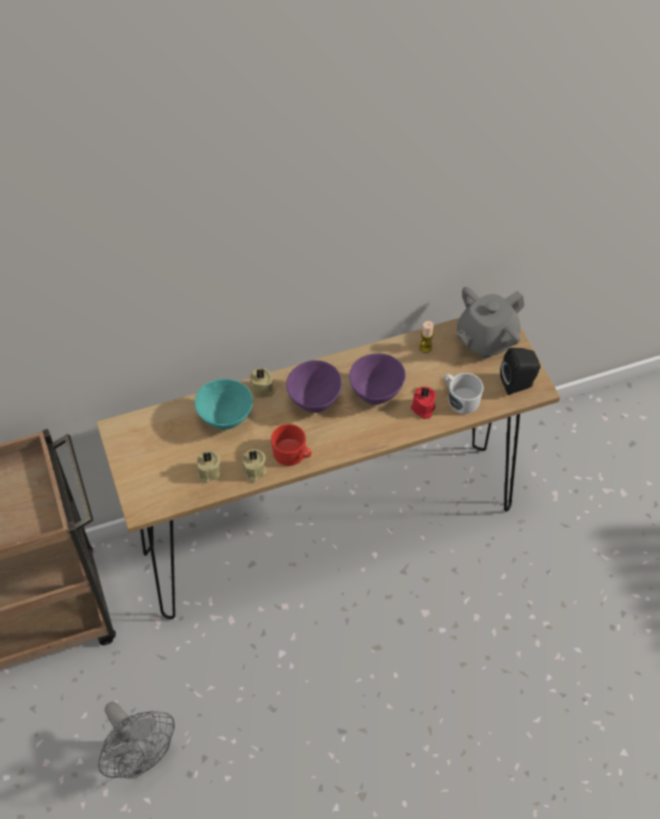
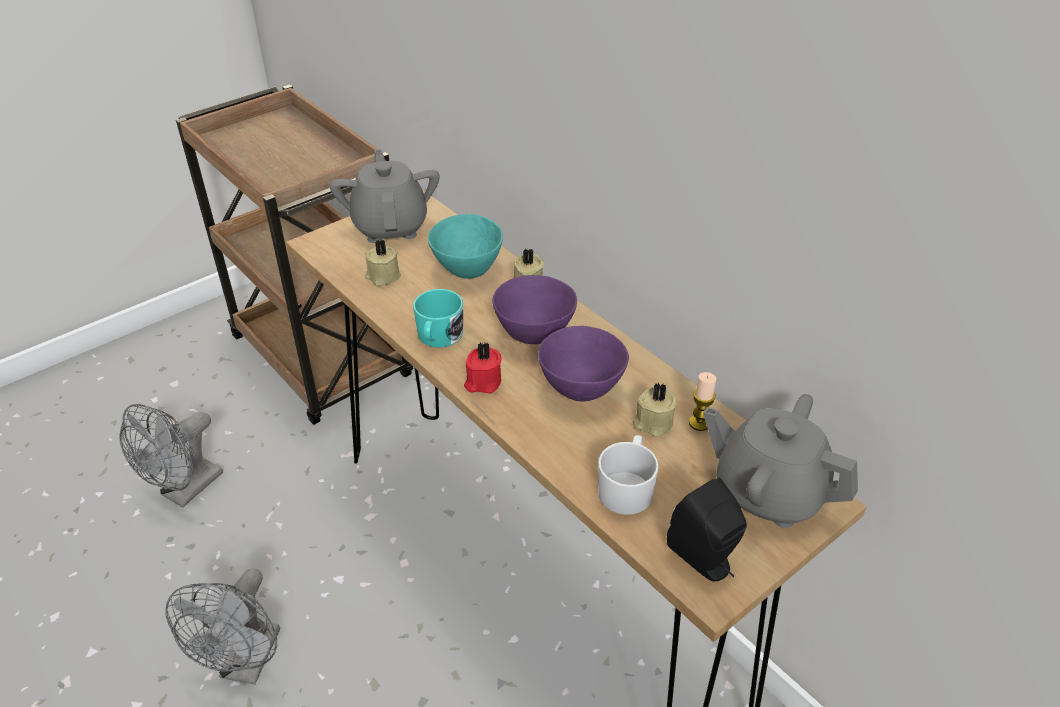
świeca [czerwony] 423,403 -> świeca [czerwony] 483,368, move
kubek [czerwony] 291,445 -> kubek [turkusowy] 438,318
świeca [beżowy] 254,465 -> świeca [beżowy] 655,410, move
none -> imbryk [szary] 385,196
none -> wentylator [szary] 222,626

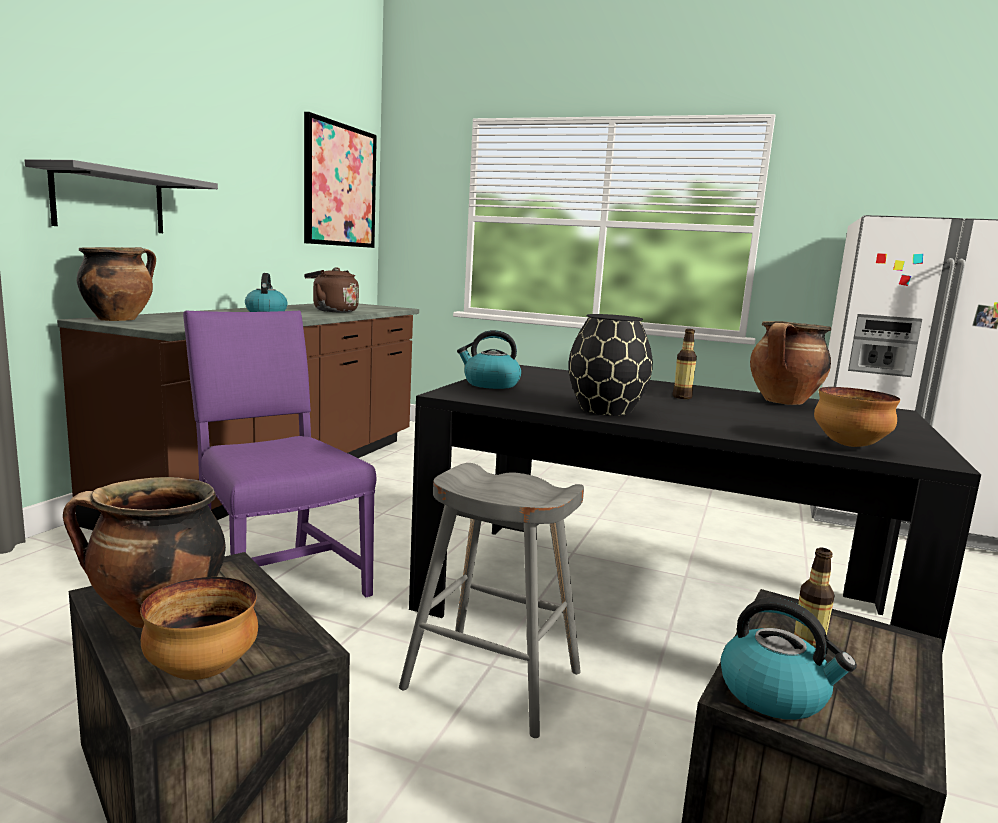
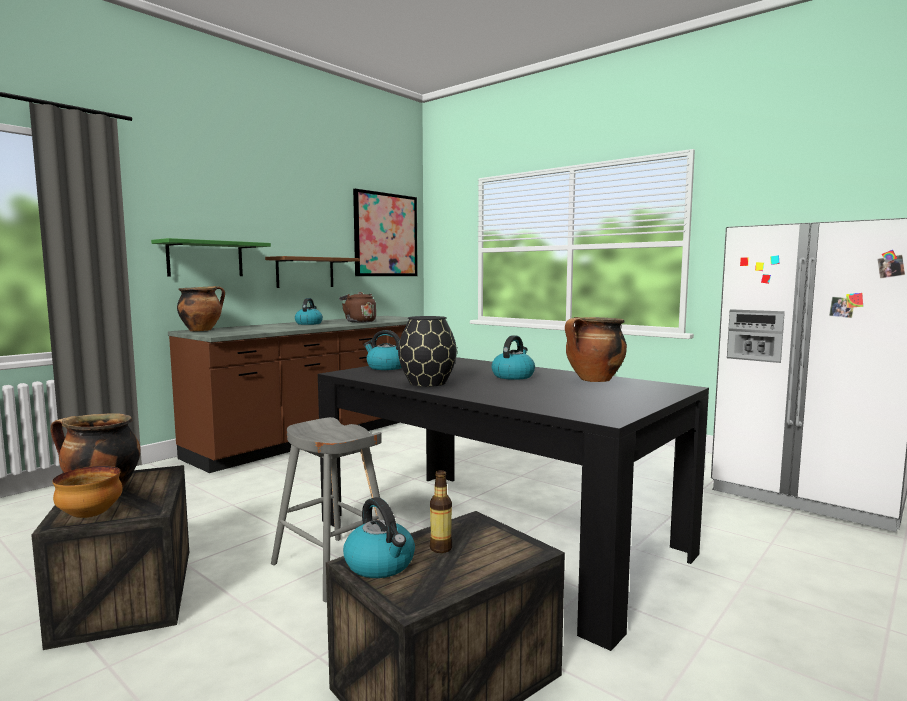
półka [szary] 121,196 -> półka [zielony] 211,257
krzesło [fioletowy] 279,454 -> none
butelka 685,364 -> czajnik 513,357
miska 857,417 -> none
none -> półka [brązowy] 312,272

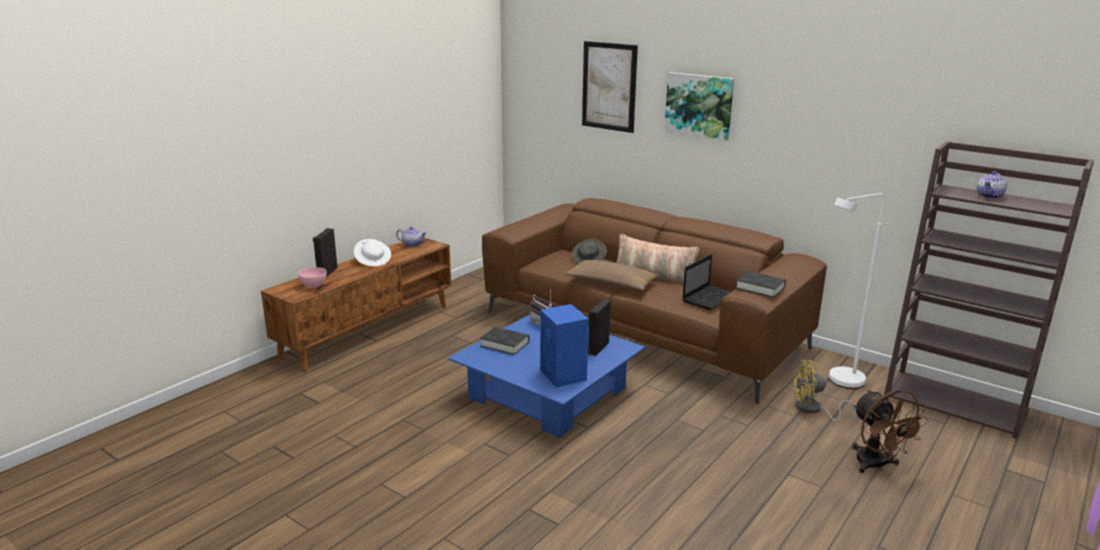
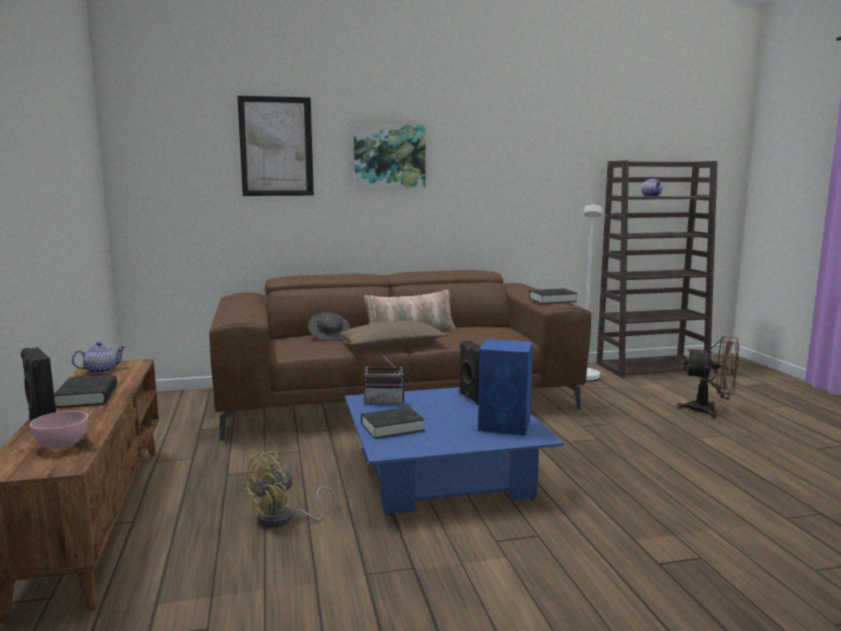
kapelusz [biały] 372,253 -> książka [czarny] 85,391
laptop 707,282 -> none
wentylator [żółty] 824,391 -> wentylator [żółty] 290,489, move

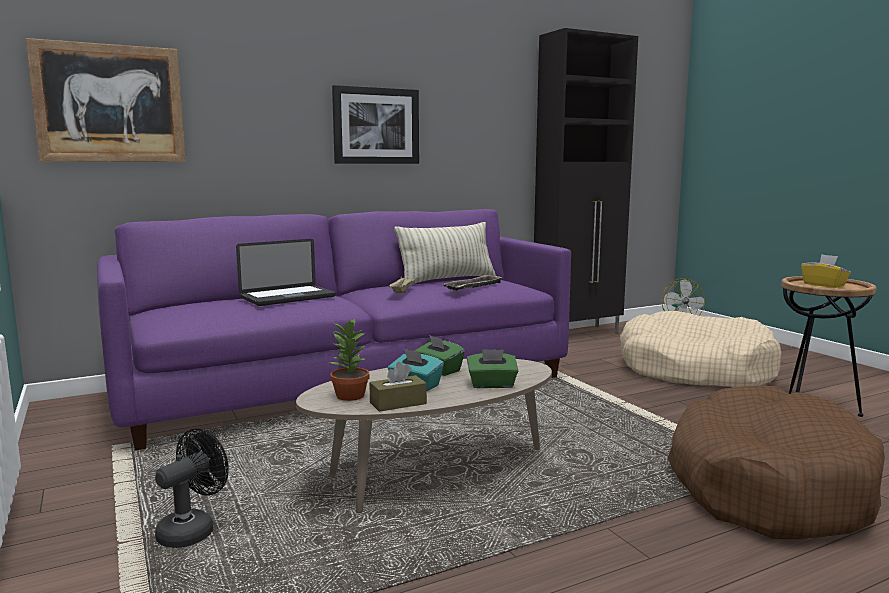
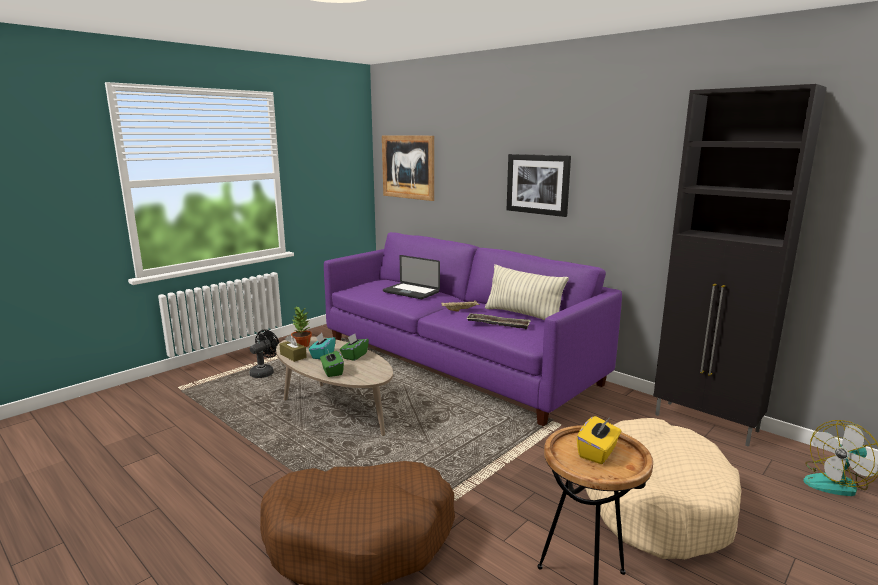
wentylator [czarny] 191,488 -> wentylator [czarny] 264,354, 75 degrees counterclockwise

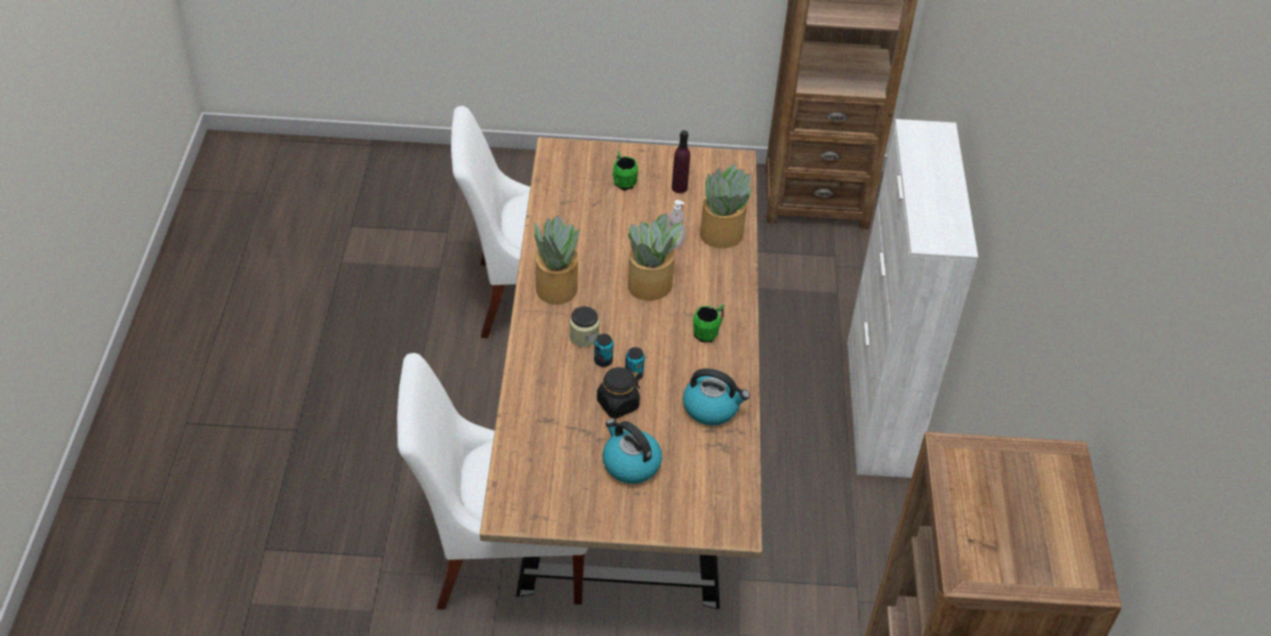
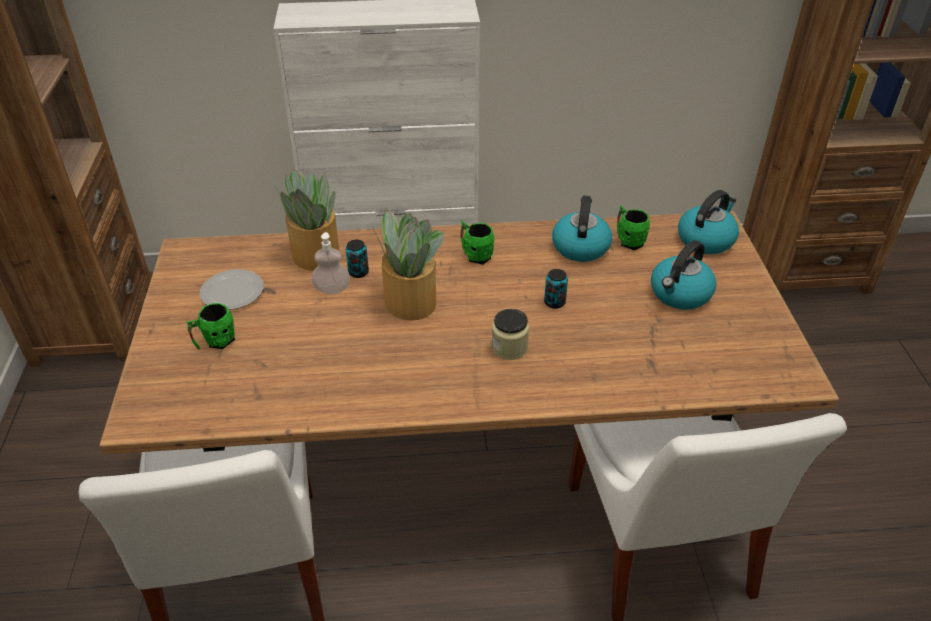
butelka [fioletowy] 681,161 -> talerz 232,289
roślina doniczkowa 557,260 -> none
puszka 604,350 -> puszka 357,258, move
słoik [czarny] 618,393 -> none
none -> czajnik 708,222
none -> kubek [zielony] 633,228

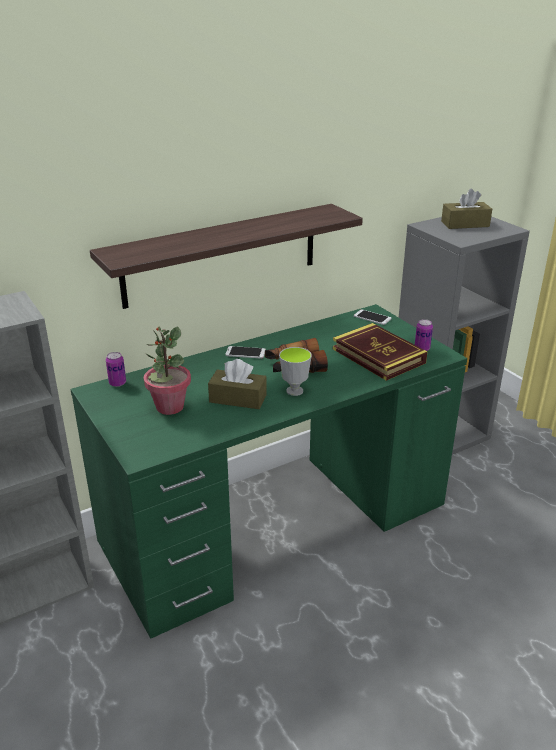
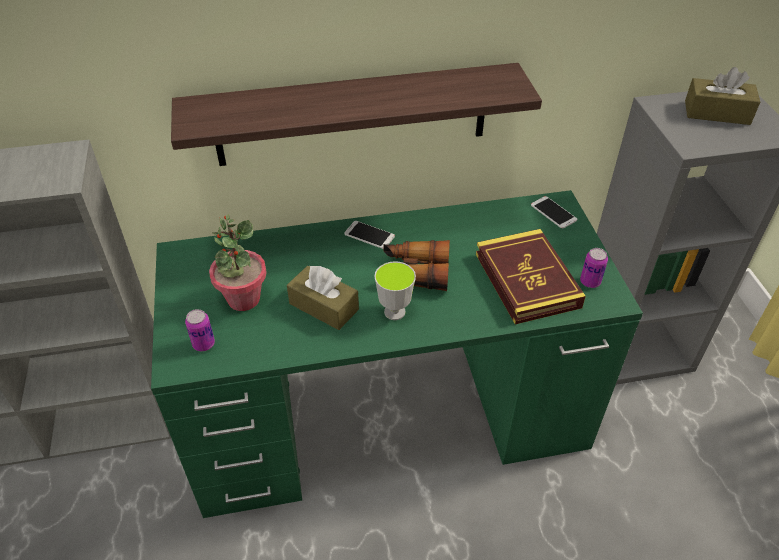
puszka 116,369 -> puszka 200,330, move

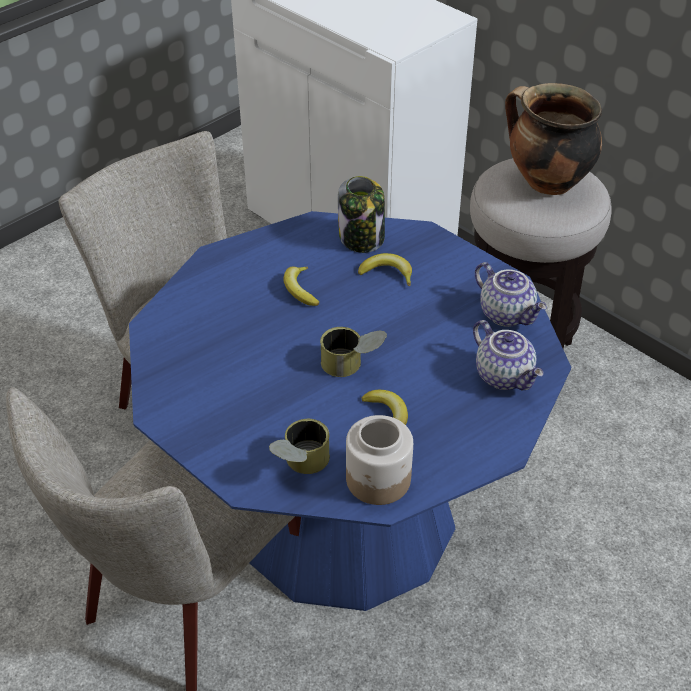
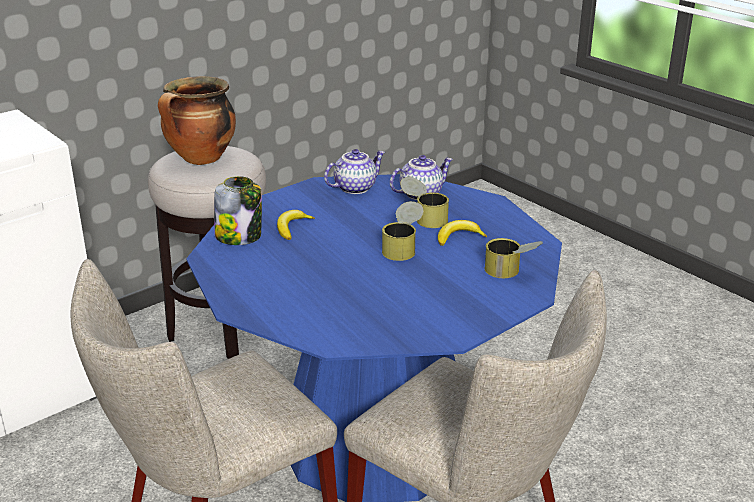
banan 301,286 -> none
słoik 379,460 -> none
none -> puszka 424,202

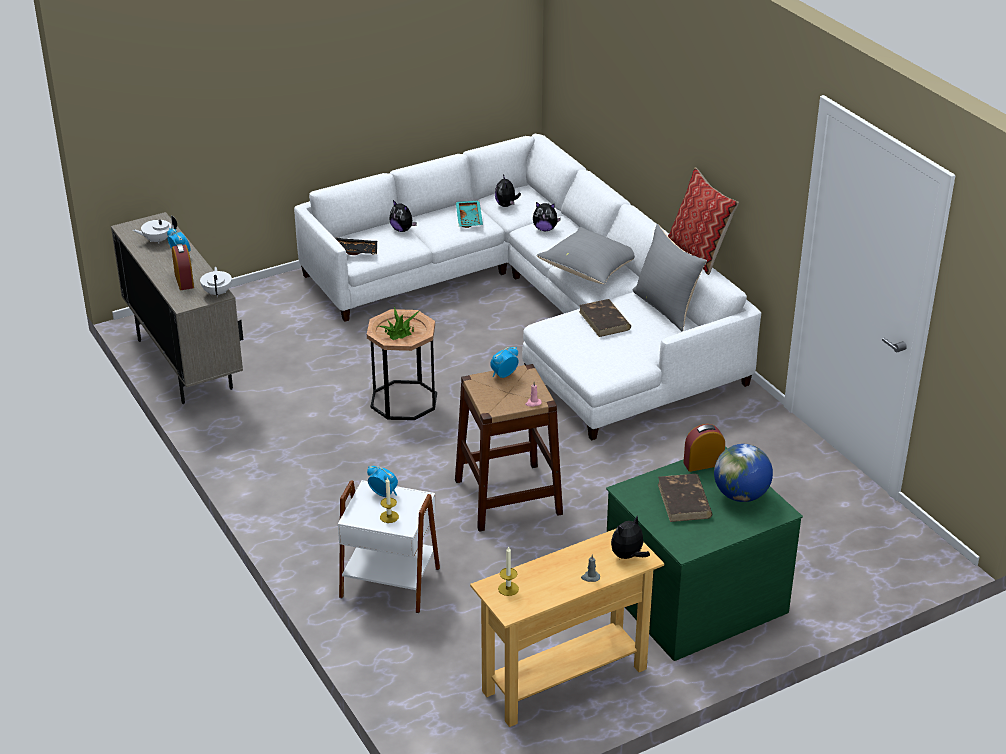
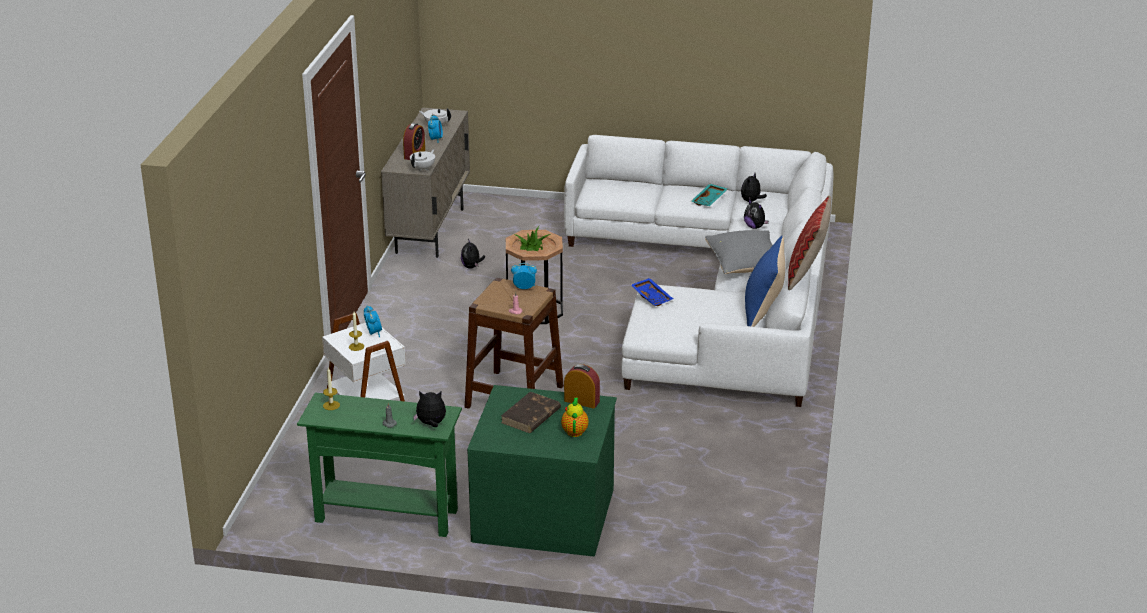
pluszak 403,216 -> pluszak 473,253, move
poduszka [szary] 670,277 -> poduszka [niebieski] 765,281
taca [czarny] 356,246 -> none
książka [brązowy] 605,318 -> none
globus 743,473 -> imbryk 575,417
stolik konsolowy [beżowy] 567,628 -> stolik konsolowy [zielony] 379,464
none -> taca [niebieski] 652,292

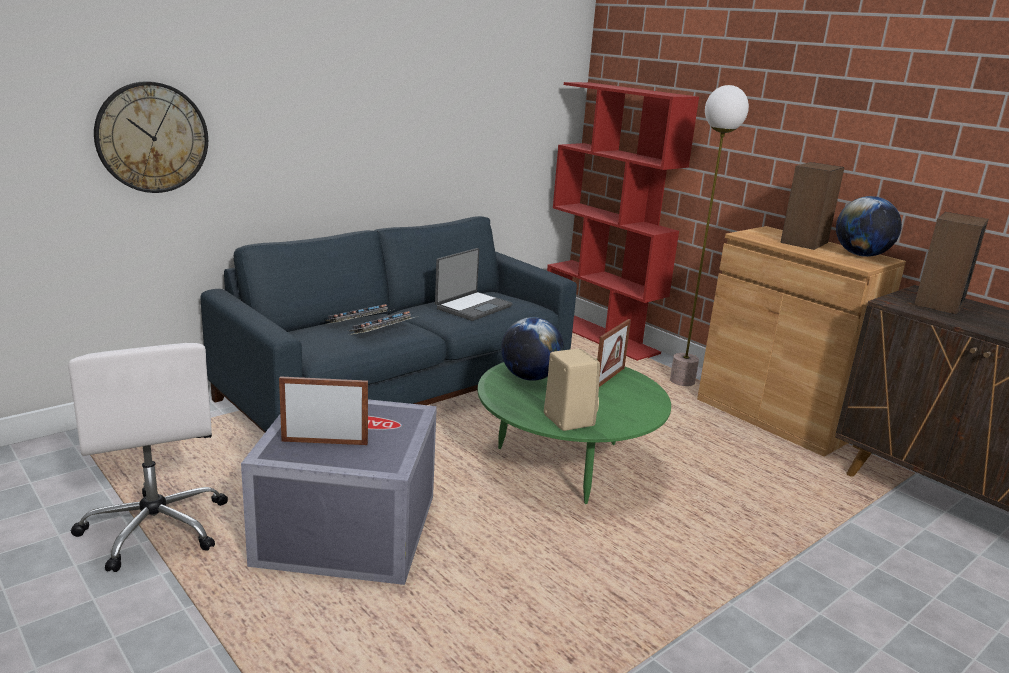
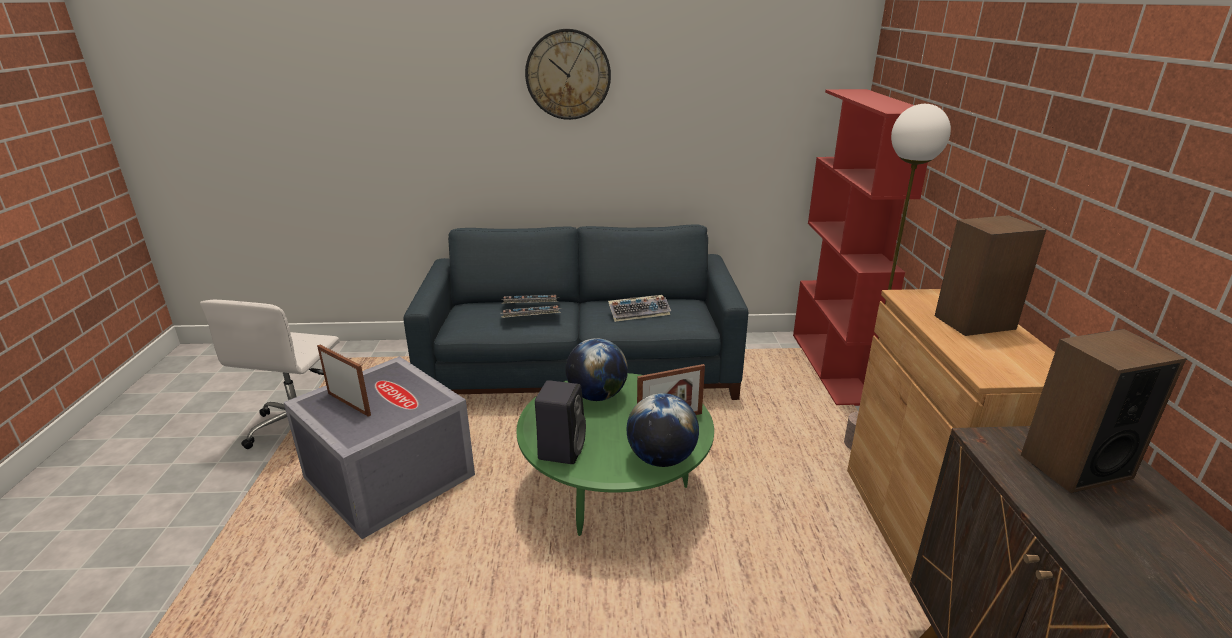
zegar ścienny 151,137 -> zegar ścienny 568,74, move
globus 869,226 -> globus 662,430, move
laptop 473,284 -> klawiatura 639,308
głośnik [beżowy] 572,389 -> głośnik [czarny] 560,422

